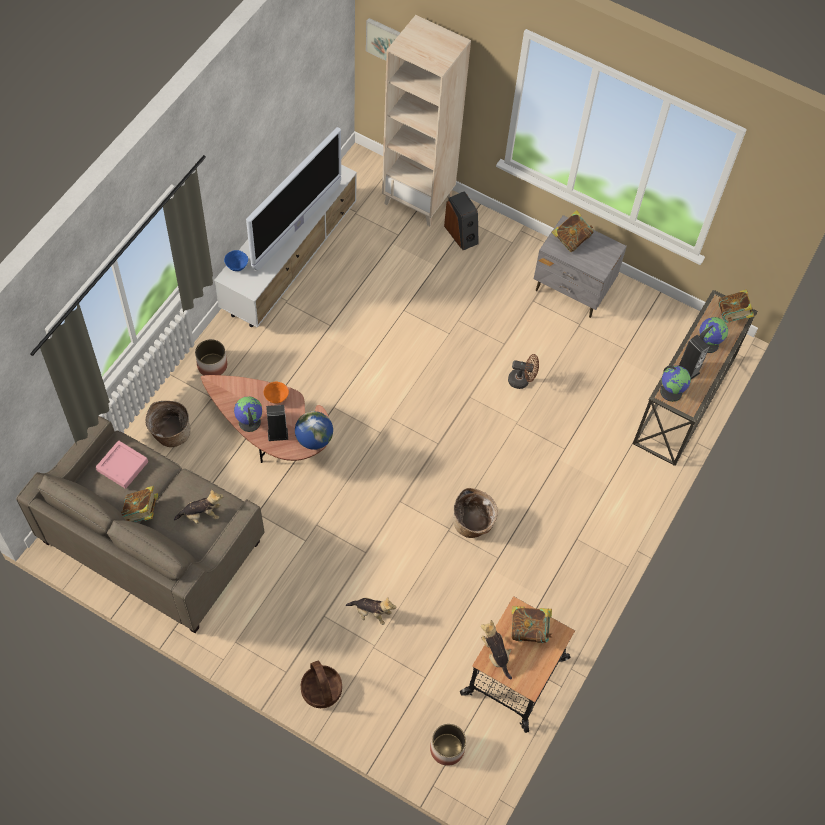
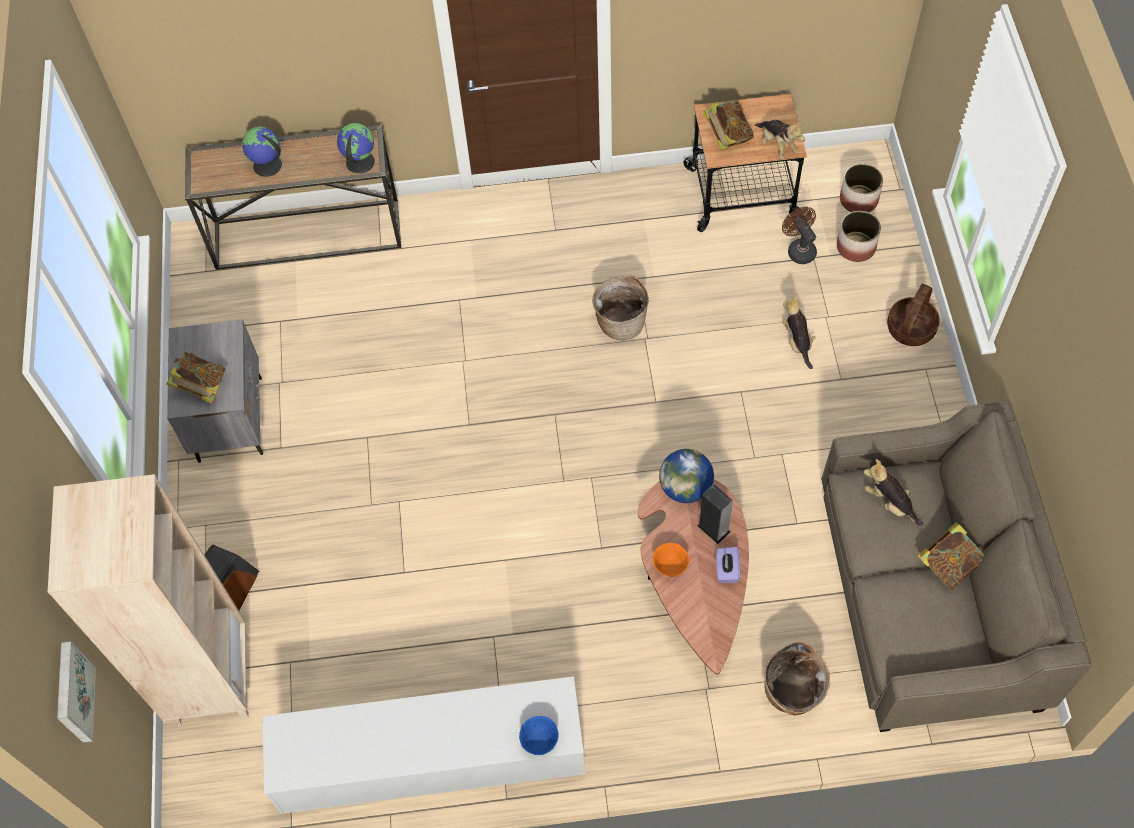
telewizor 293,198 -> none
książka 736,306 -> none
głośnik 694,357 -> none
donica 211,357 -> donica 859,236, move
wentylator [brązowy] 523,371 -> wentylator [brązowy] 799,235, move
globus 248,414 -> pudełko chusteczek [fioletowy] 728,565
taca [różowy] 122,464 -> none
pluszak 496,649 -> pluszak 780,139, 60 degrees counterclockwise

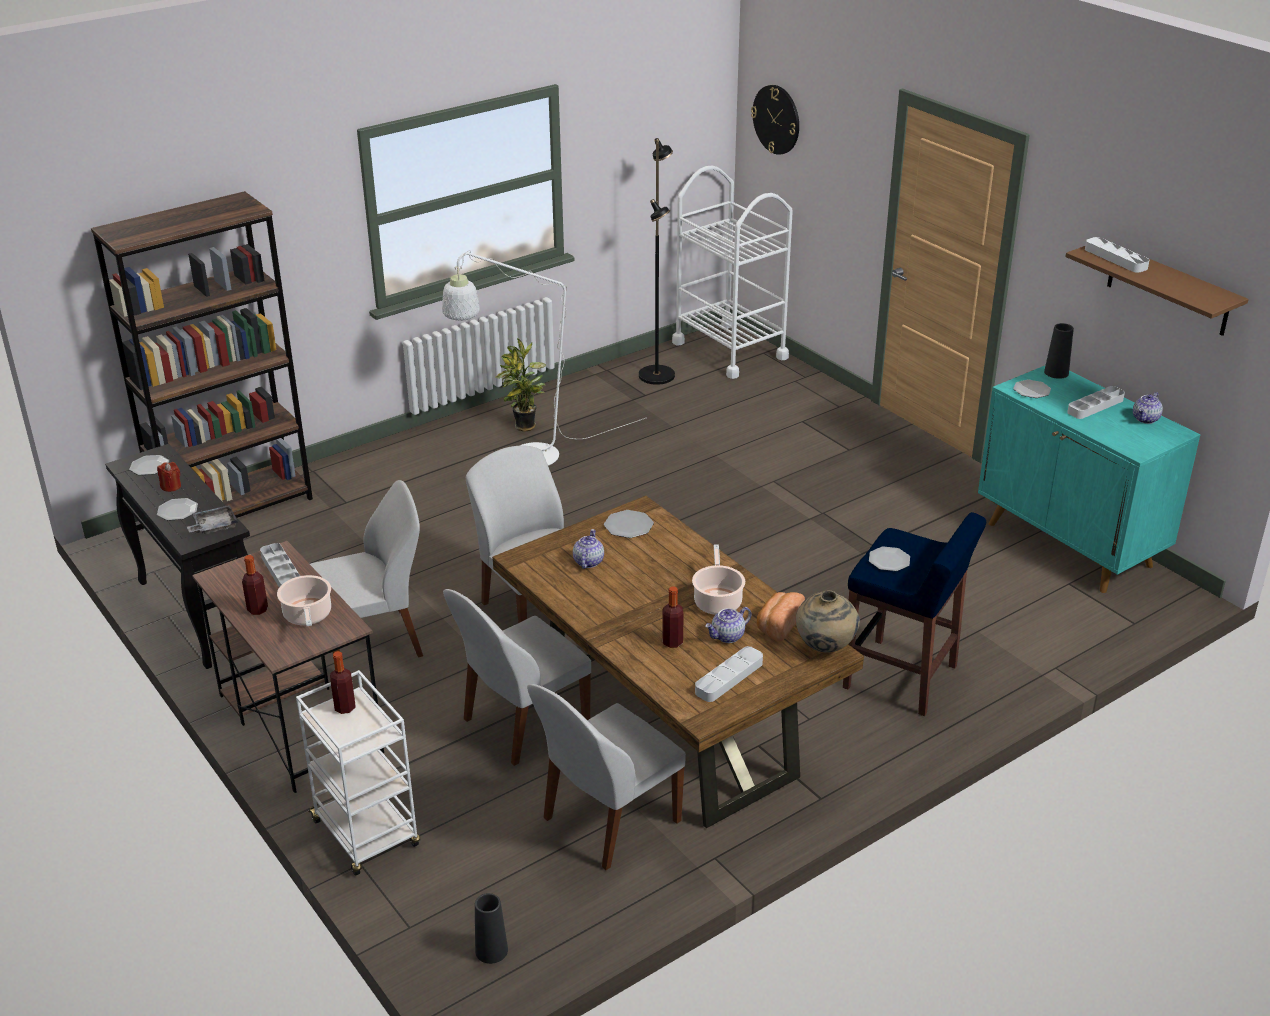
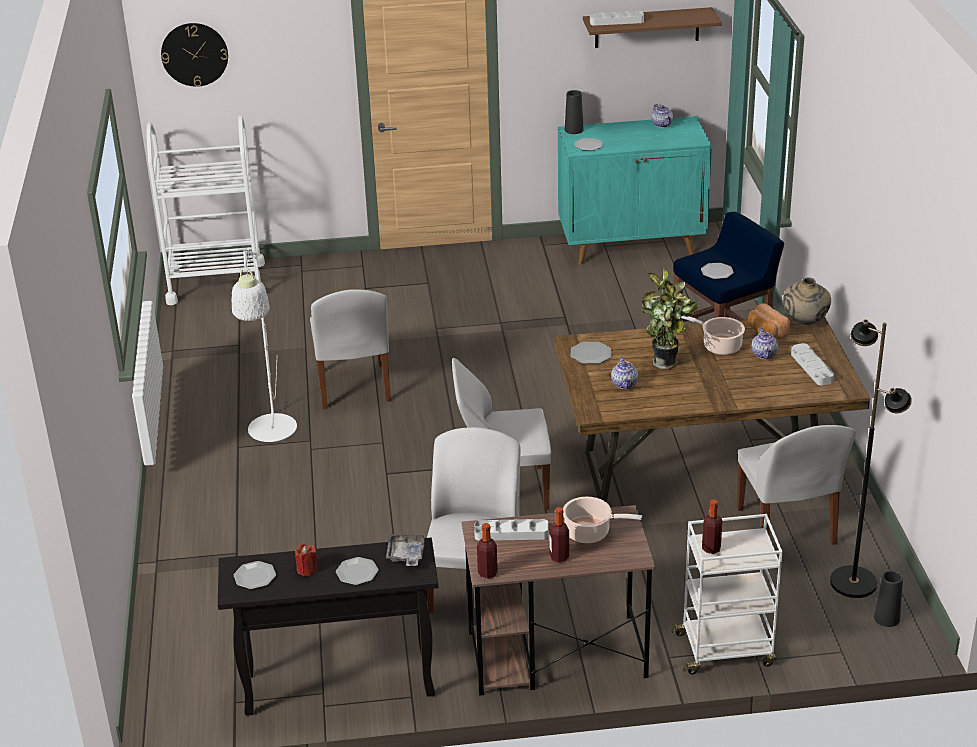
lampa stojąca [czarny] 657,261 -> lampa stojąca [czarny] 871,458, move
regał [brązowy] 202,354 -> none
roślina doniczkowa 521,385 -> roślina doniczkowa 670,319, move
taca [szary] 1096,402 -> none
imbryk 588,549 -> imbryk 624,373, 135 degrees counterclockwise
butelka 673,617 -> butelka 487,551, move
krzesło [biały] 517,677 -> krzesło [biały] 350,349, move

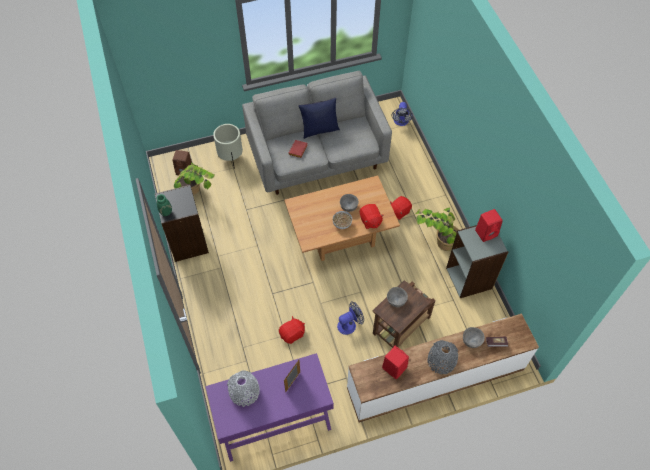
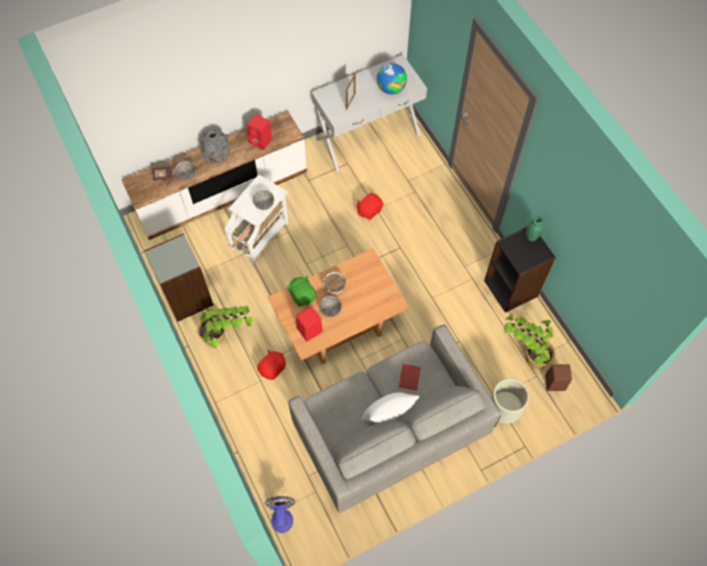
poduszka [niebieski] 319,118 -> poduszka [biały] 390,408
pluszak [czerwony] 372,216 -> pluszak [zielony] 301,291
głośnik [czerwony] 489,225 -> głośnik [czerwony] 309,323, move
stolik [brązowy] 404,314 -> stolik [biały] 256,219
wentylator 350,318 -> none
stolik konsolowy [fioletowy] 269,407 -> stolik konsolowy [biały] 369,113
wazon [szary] 243,388 -> globus 392,78

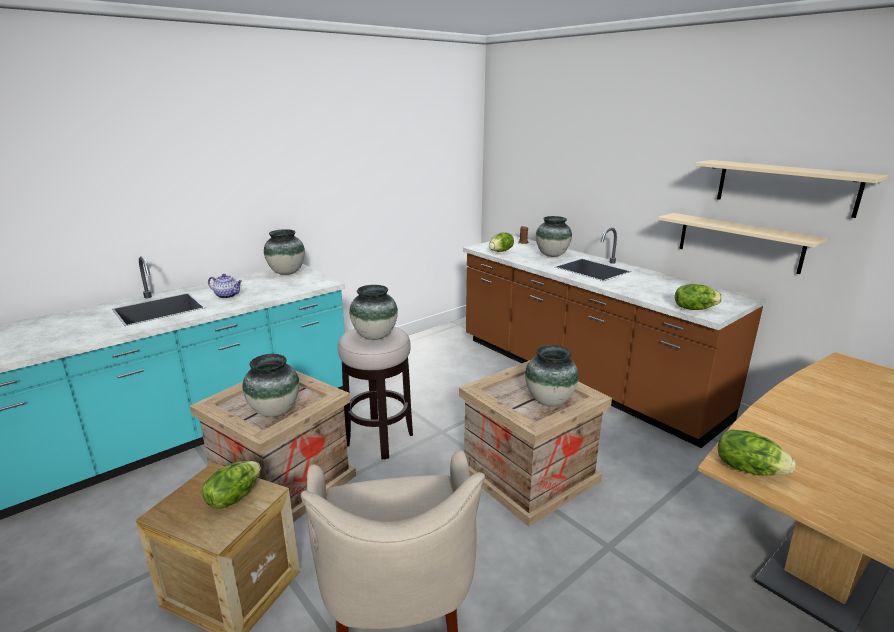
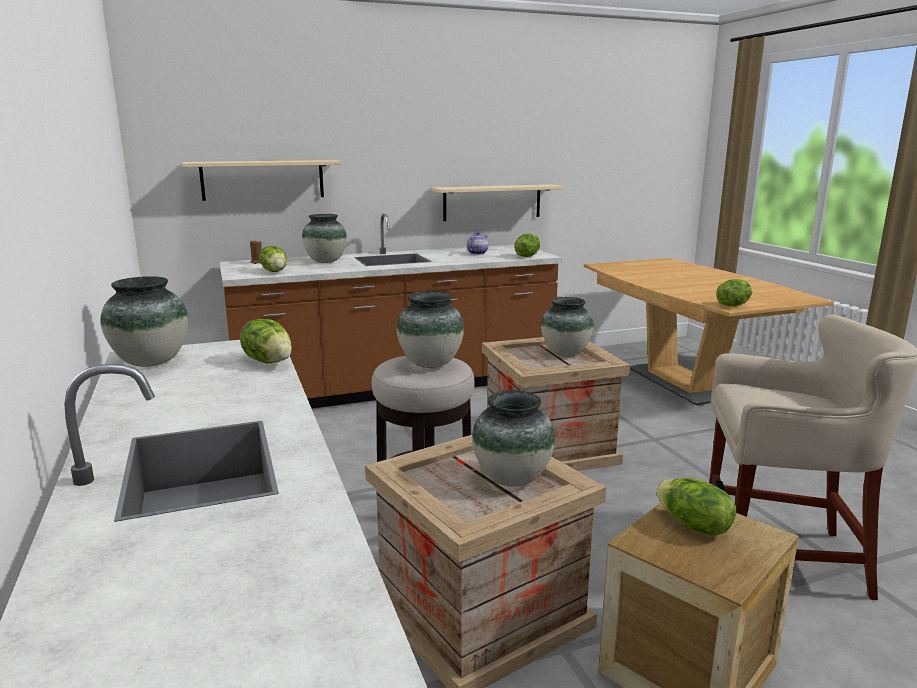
półka [beżowy] 791,189 -> półka [beżowy] 261,180, move
imbryk 225,286 -> imbryk 478,243, move
none -> sałata 266,341

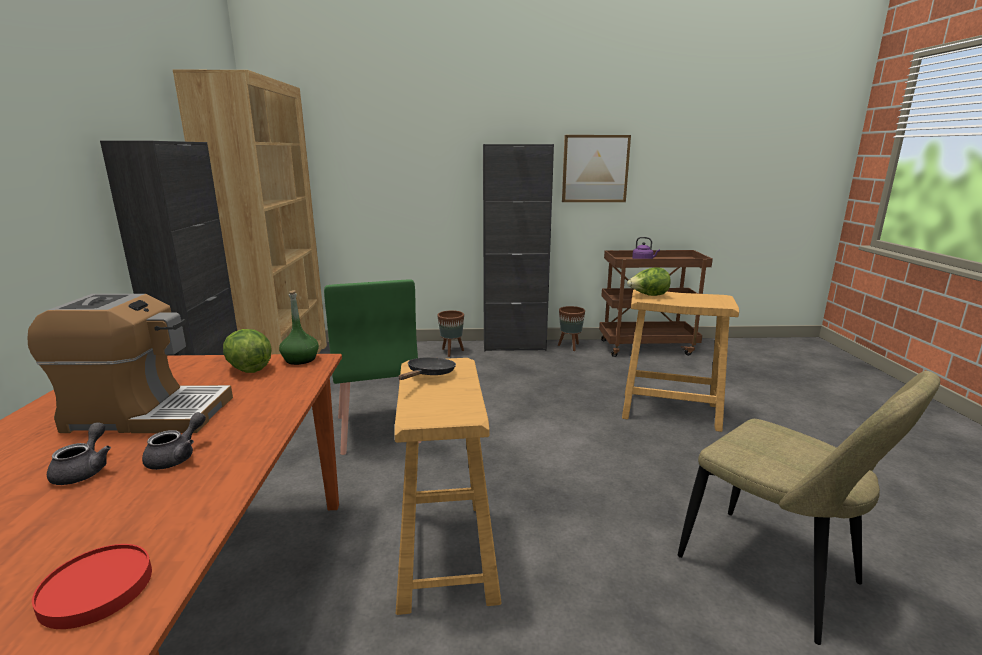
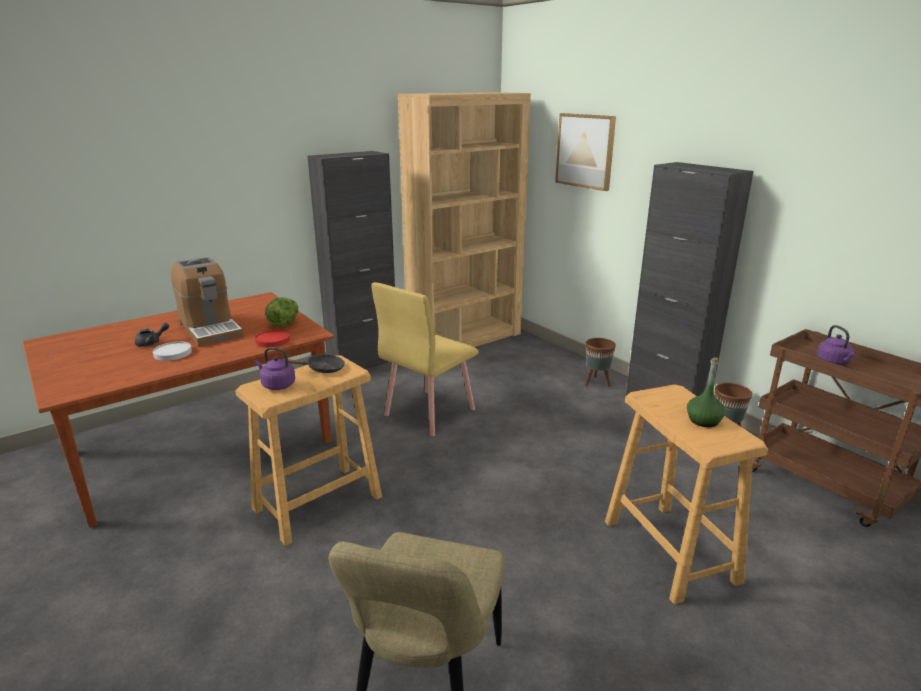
obraz 596,168 -> obraz 585,152, move
sałata 649,281 -> none
krzesło [zielony] 372,367 -> krzesło [żółty] 425,359
butelka [zielony] 299,327 -> butelka [zielony] 706,392, move
imbryk [szary] 174,441 -> talerz [biały] 172,351
talerz [czerwony] 92,586 -> talerz [czerwony] 272,338, move
none -> czajnik [fioletowy] 275,368

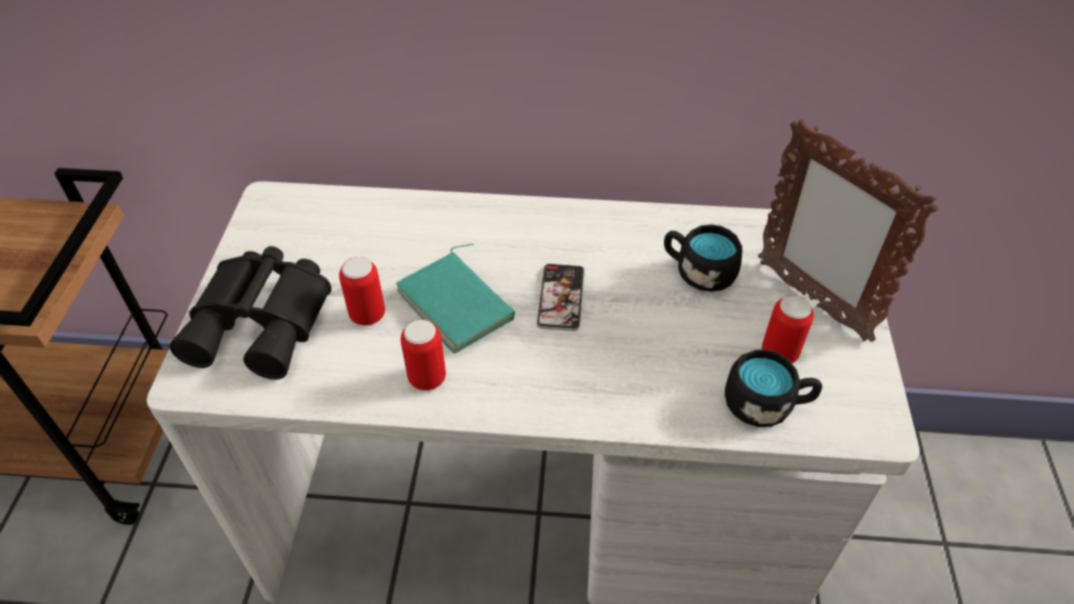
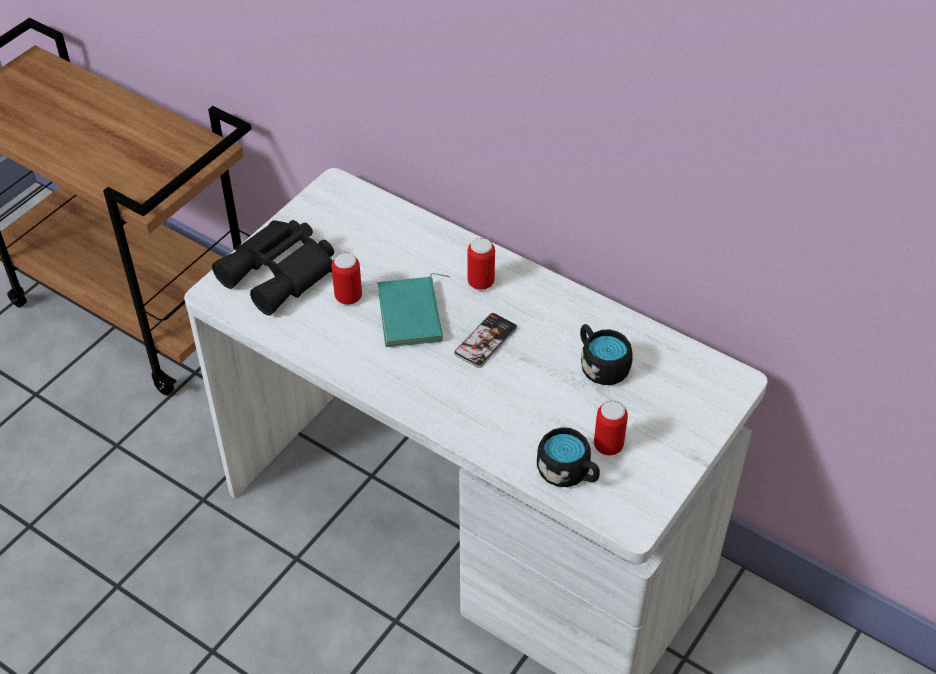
ramka na zdjęcie 848,230 -> none
puszka 423,355 -> puszka 481,264, move

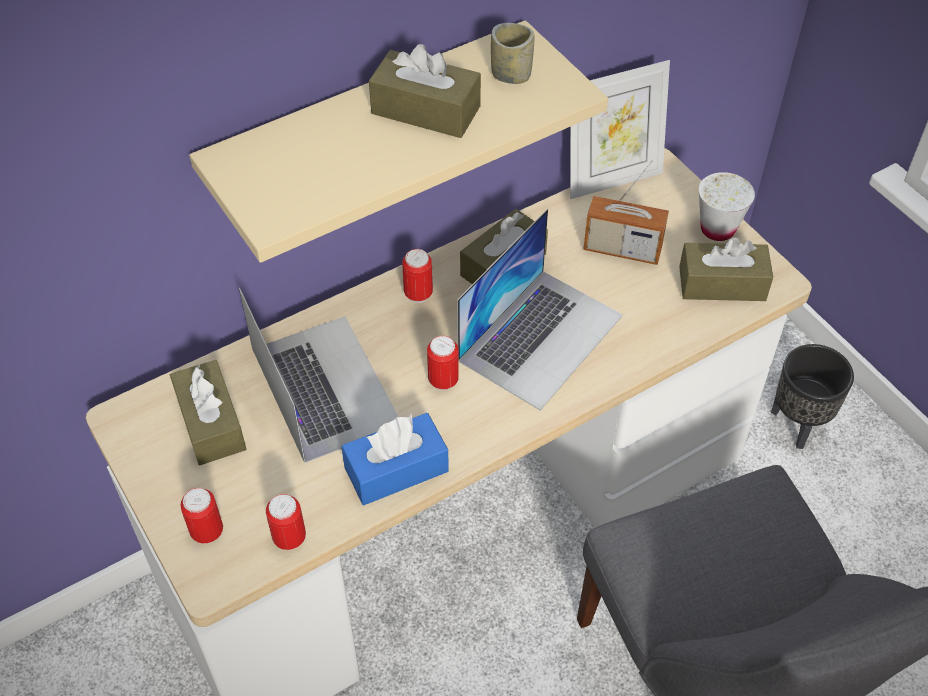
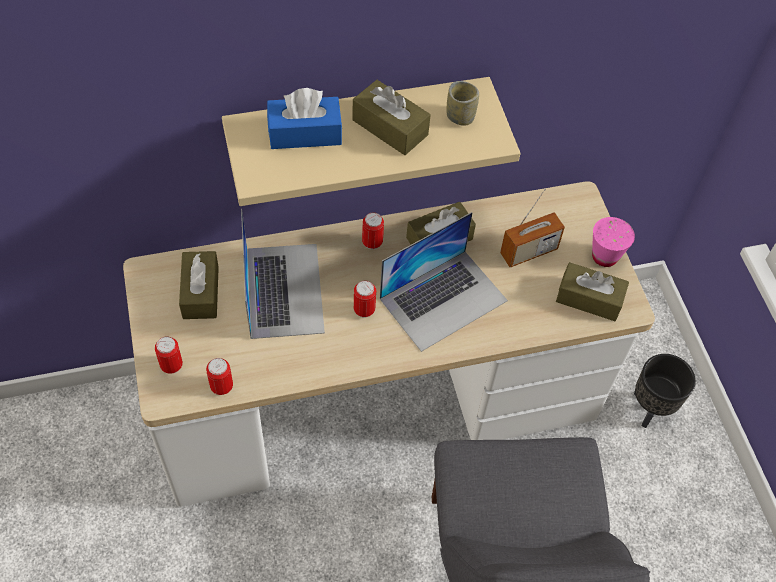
ramka na zdjęcie 620,129 -> none
radio 626,212 -> radio 532,227, 60 degrees counterclockwise
filiżanka [biały] 727,206 -> filiżanka [różowy] 613,242
pudełko chusteczek [niebieski] 395,459 -> pudełko chusteczek [niebieski] 304,118, move

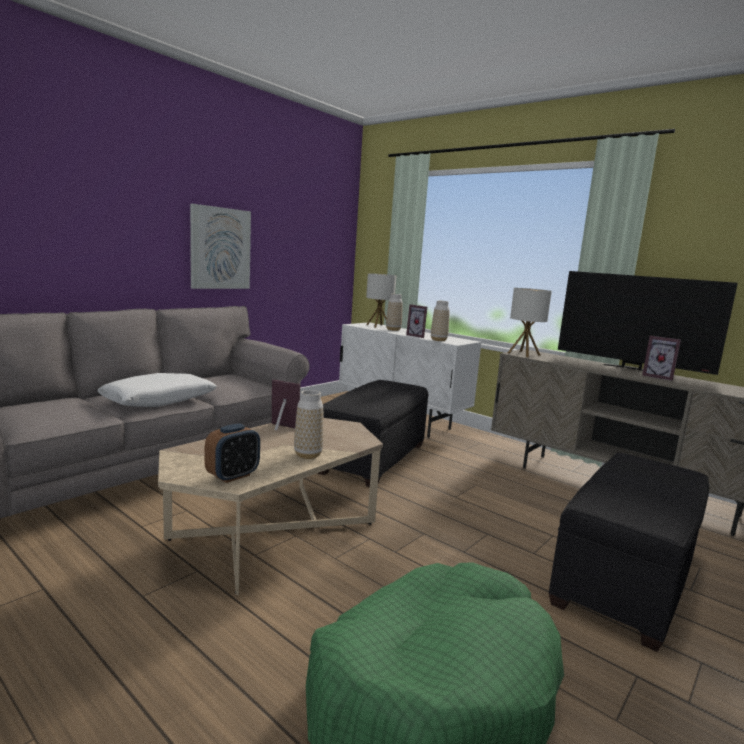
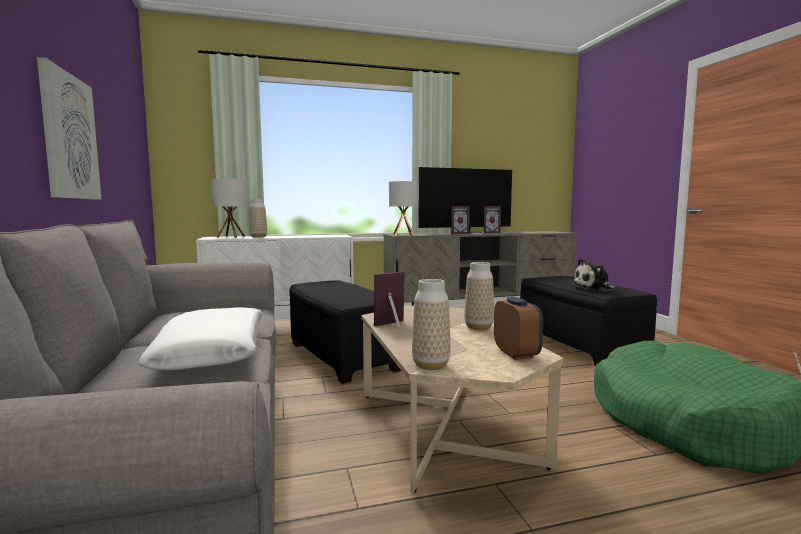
wazon 440,321 -> wazon 431,324, move
ramka na zdjęcie 416,321 -> ramka na zdjęcie 460,220, move
none -> pluszak 593,274

